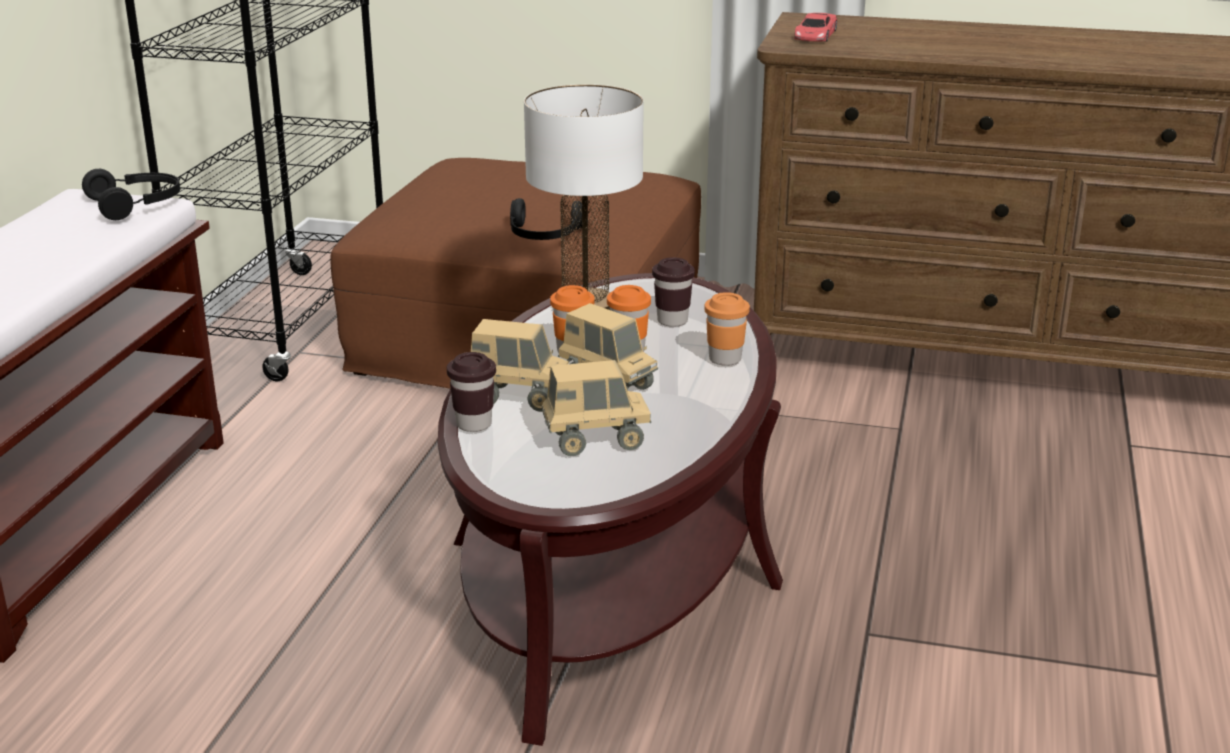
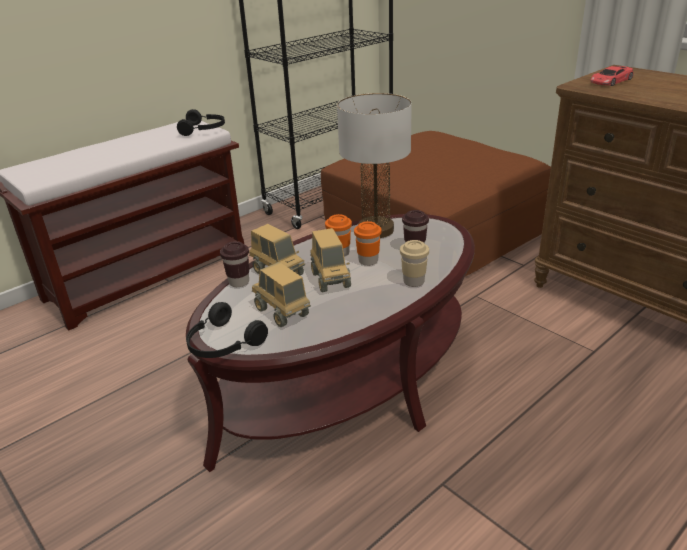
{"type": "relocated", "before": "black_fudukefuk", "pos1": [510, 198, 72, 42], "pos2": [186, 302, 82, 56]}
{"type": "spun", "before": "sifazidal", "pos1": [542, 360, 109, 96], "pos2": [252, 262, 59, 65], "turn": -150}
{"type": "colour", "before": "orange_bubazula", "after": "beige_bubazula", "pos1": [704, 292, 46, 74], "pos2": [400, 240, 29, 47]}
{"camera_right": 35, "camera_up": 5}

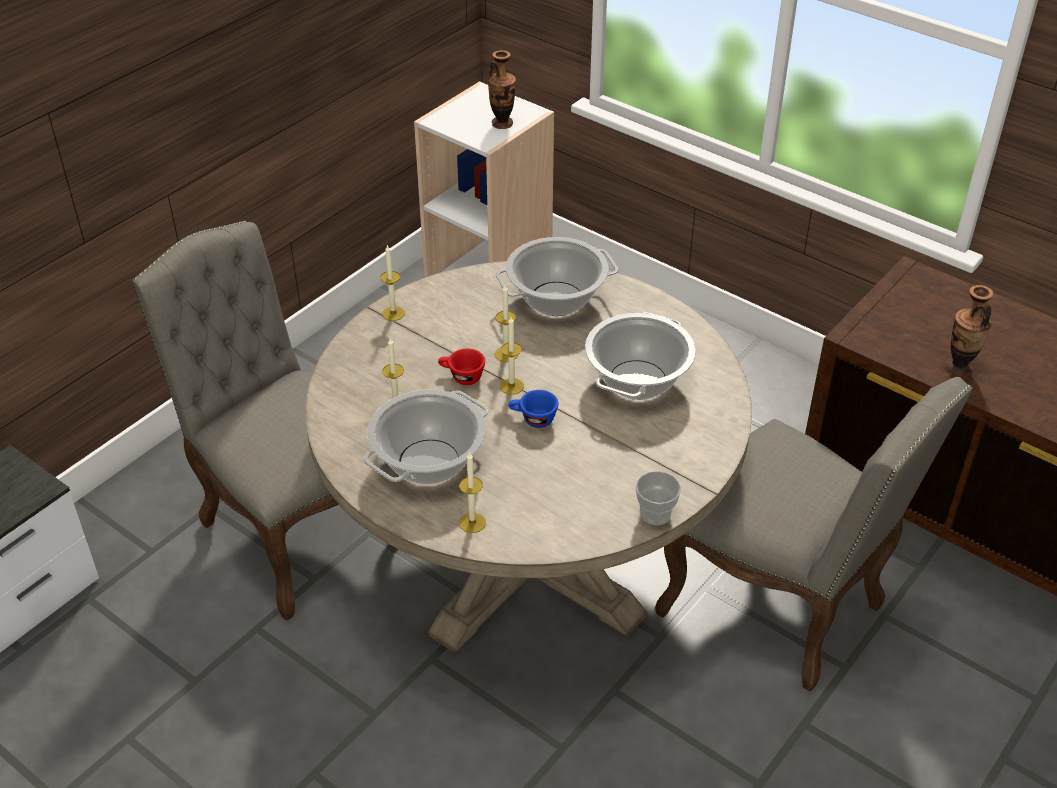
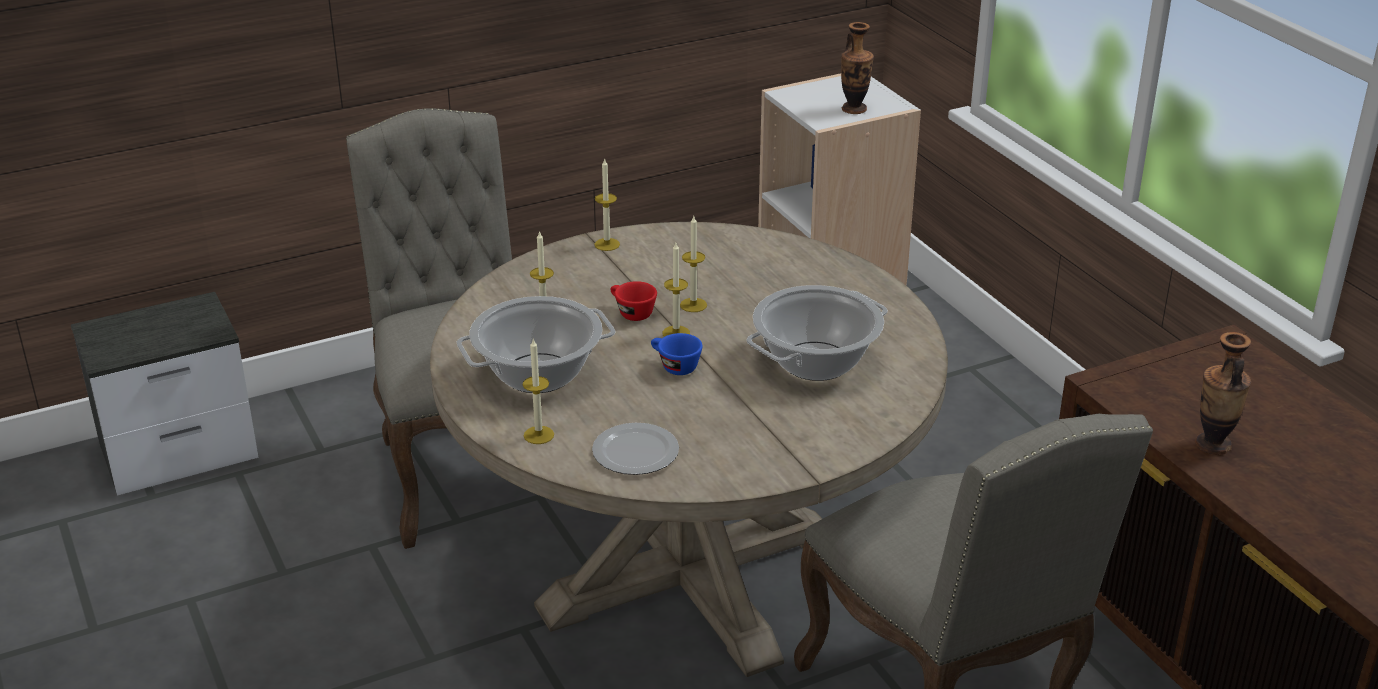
{"type": "appeared", "after": "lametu", "pos2": [592, 423, 87, 52]}
{"type": "missing", "before": "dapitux", "pos1": [496, 237, 122, 79]}
{"type": "missing", "before": "bubazula", "pos1": [636, 471, 45, 55]}
{"camera_right": 25, "camera_up": -10}

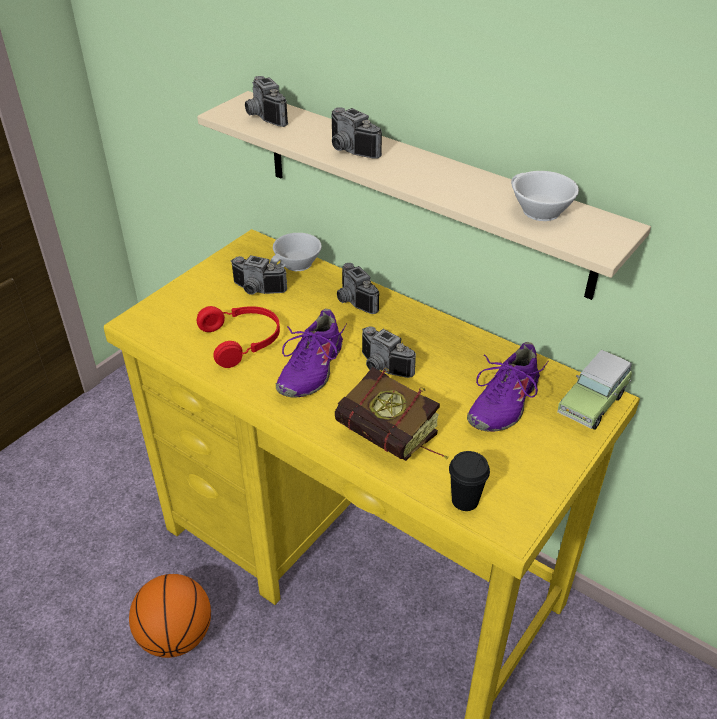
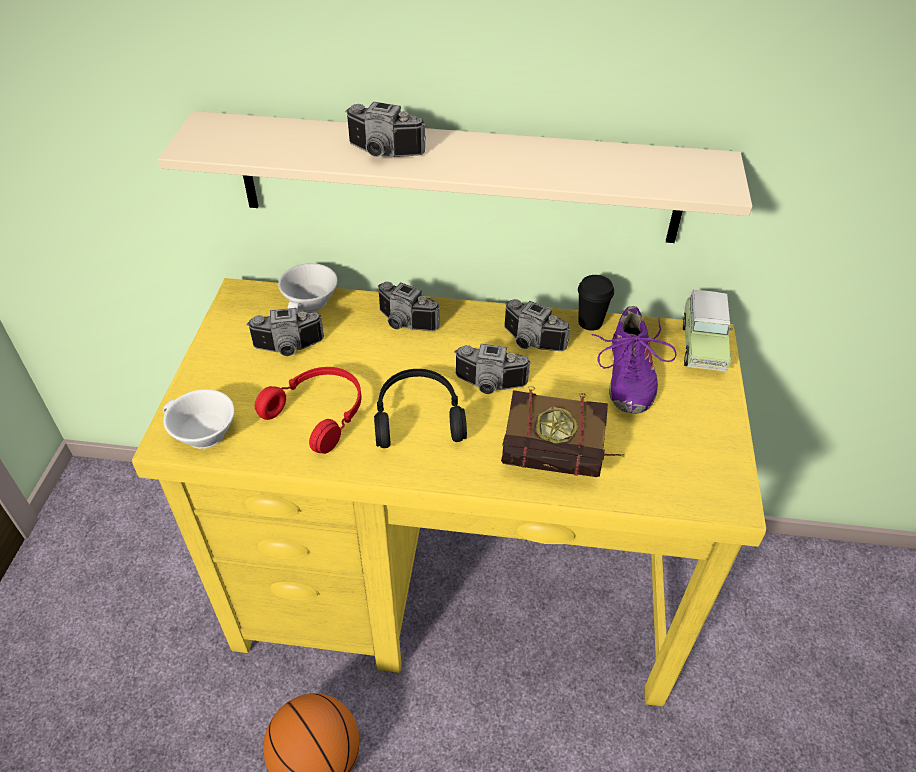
{"type": "relocated", "before": "white_bubazula", "pos1": [511, 171, 68, 50], "pos2": [163, 389, 72, 60]}
{"type": "exchanged", "before": "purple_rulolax", "after": "black_fudukefuk", "pos1": [276, 309, 71, 89], "pos2": [374, 369, 93, 79]}
{"type": "relocated", "before": "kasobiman", "pos1": [245, 76, 43, 51], "pos2": [504, 299, 67, 52]}
{"type": "relocated", "before": "black_bubazula", "pos1": [449, 451, 41, 60], "pos2": [578, 275, 36, 56]}
{"camera_right": -30, "camera_up": 5}

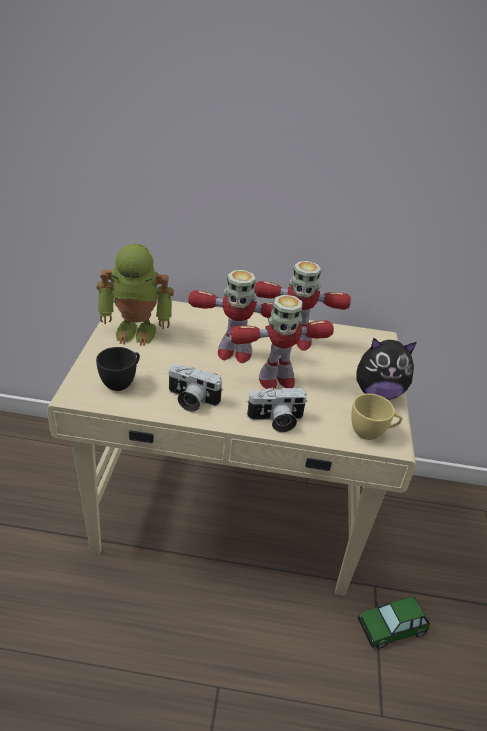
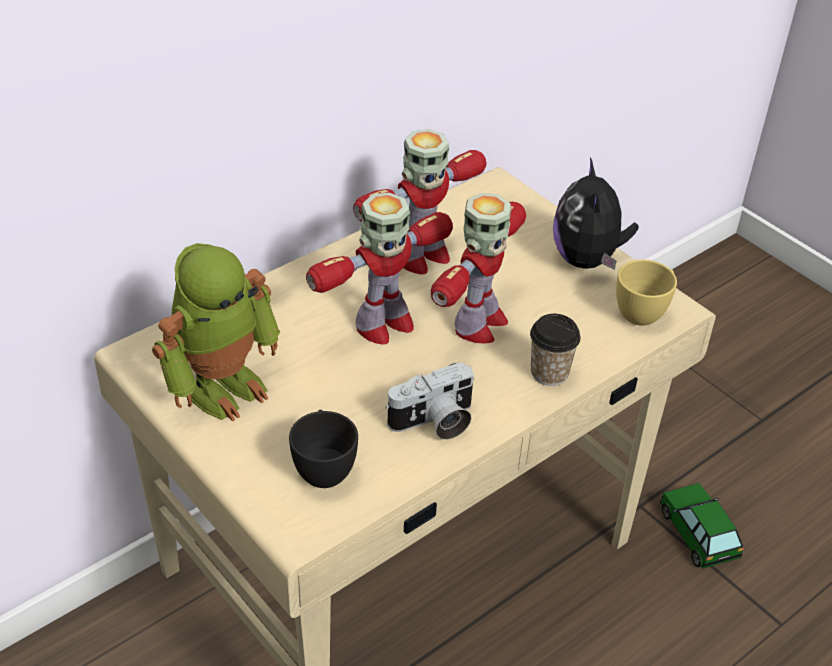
{"type": "exchanged", "before": "kasobiman", "after": "bubazula", "pos1": [246, 388, 62, 44], "pos2": [530, 314, 51, 72]}
{"type": "spun", "before": "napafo", "pos1": [356, 338, 61, 62], "pos2": [553, 158, 86, 112], "turn": 135}
{"type": "spun", "before": "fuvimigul", "pos1": [358, 597, 73, 52], "pos2": [660, 483, 84, 86], "turn": 135}
{"camera_right": -45, "camera_up": 5}

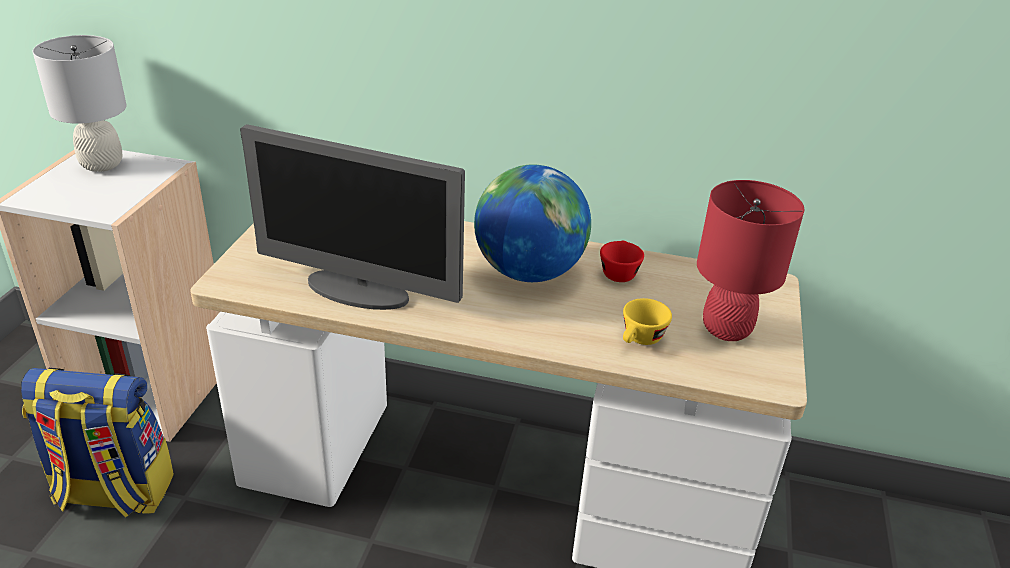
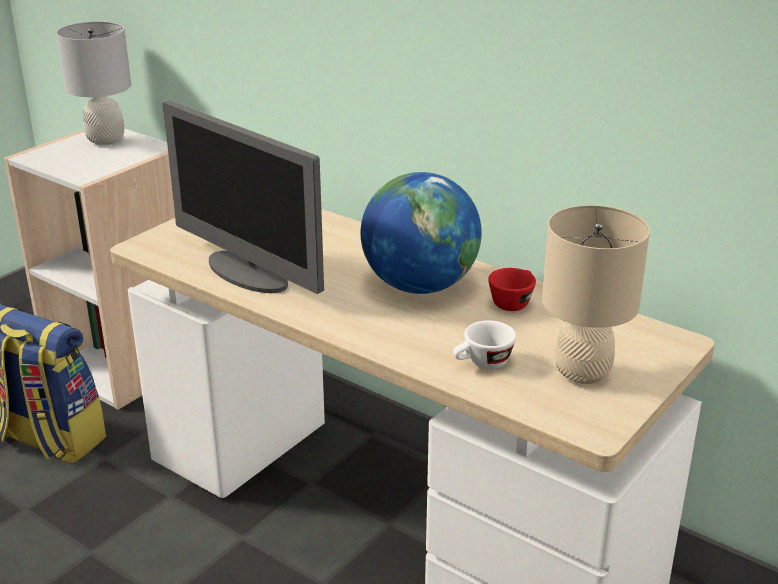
{"type": "colour", "before": "yellow_bubazula", "after": "white_bubazula", "pos1": [623, 298, 49, 47], "pos2": [453, 320, 63, 49]}
{"type": "colour", "before": "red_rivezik", "after": "beige_rivezik", "pos1": [697, 180, 107, 161], "pos2": [542, 205, 108, 179]}
{"camera_right": 25, "camera_up": -5}

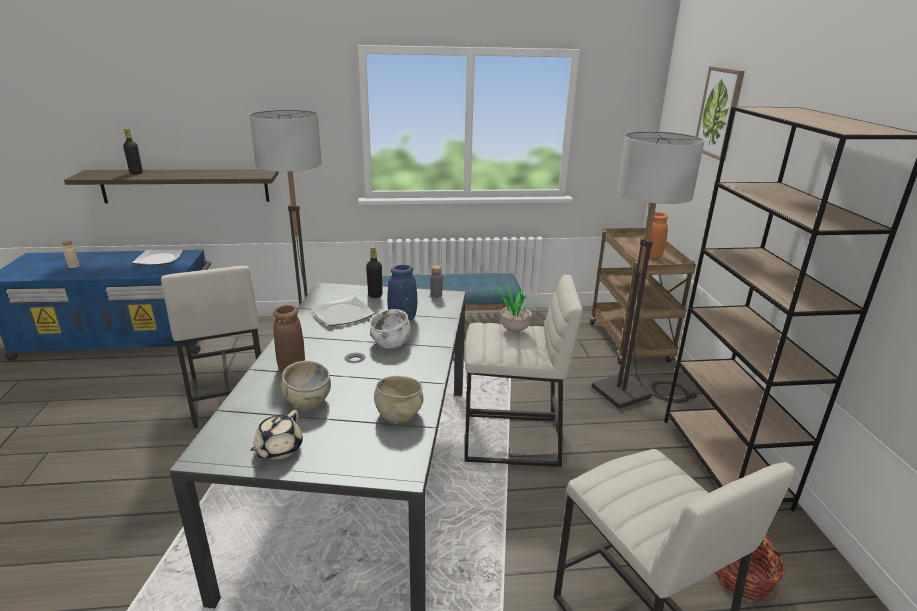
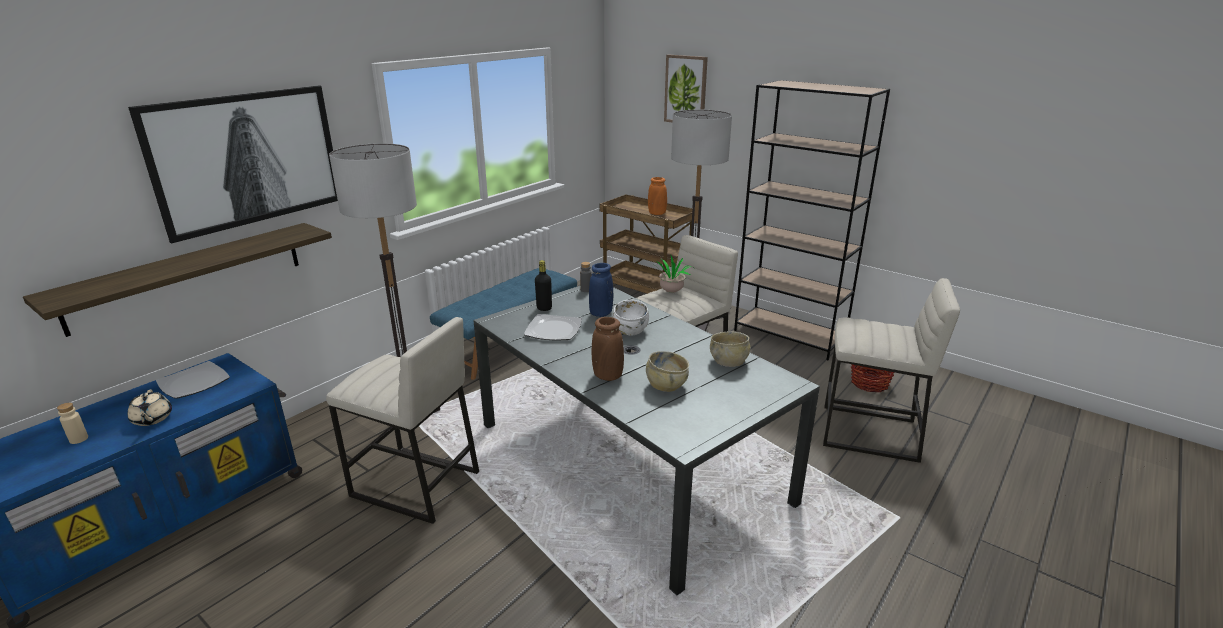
{"type": "appeared", "after": "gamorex", "pos2": [128, 85, 210, 158]}
{"type": "relocated", "before": "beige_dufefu", "pos1": [251, 410, 52, 49], "pos2": [128, 390, 44, 36]}
{"type": "missing", "before": "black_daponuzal", "pos1": [123, 128, 20, 46]}
{"camera_right": -45, "camera_up": 0}

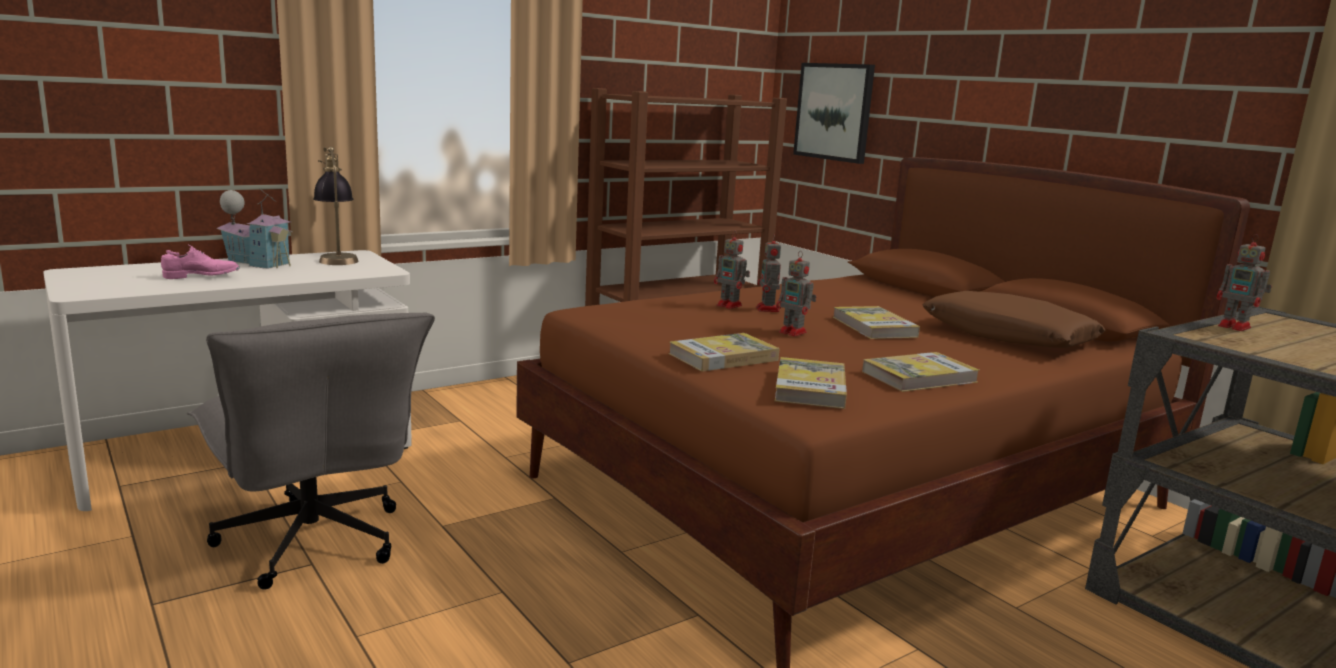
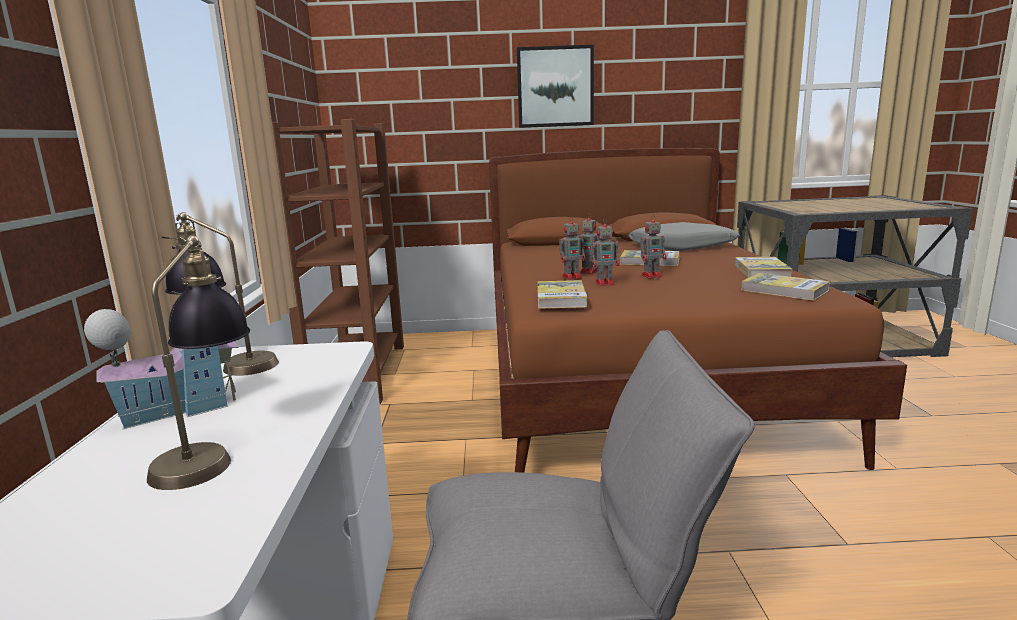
{"type": "exchanged", "before": "pink_rulolax", "after": "rivezik", "pos1": [161, 245, 79, 34], "pos2": [147, 235, 103, 255]}
{"type": "relocated", "before": "gamorex", "pos1": [793, 63, 82, 101], "pos2": [517, 45, 77, 83]}
{"type": "relocated", "before": "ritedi", "pos1": [669, 333, 111, 39], "pos2": [537, 280, 51, 29]}
{"type": "relocated", "before": "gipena", "pos1": [1217, 234, 55, 97], "pos2": [592, 218, 27, 68]}
{"type": "colour", "before": "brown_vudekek", "after": "grey_vudekek", "pos1": [922, 291, 184, 57], "pos2": [628, 222, 112, 29]}
{"camera_right": -55, "camera_up": 0}

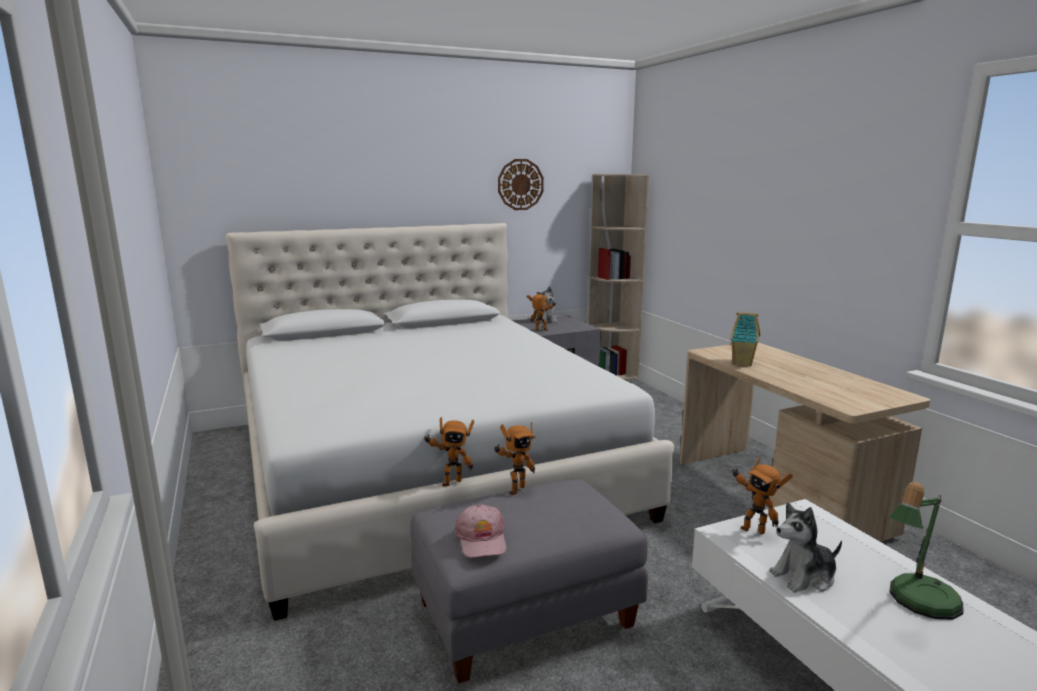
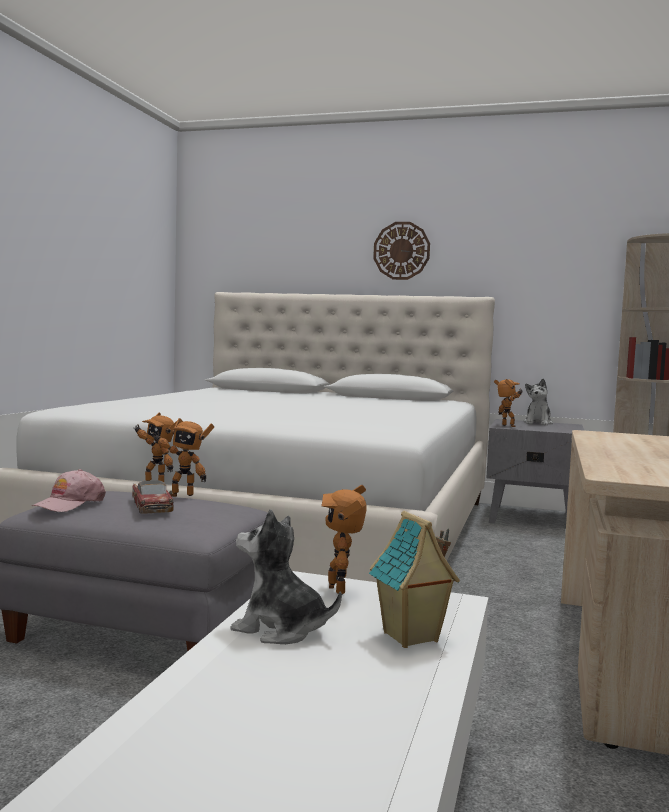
{"type": "appeared", "after": "fuvimigul", "pos2": [132, 480, 42, 34]}
{"type": "relocated", "before": "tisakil", "pos1": [730, 312, 30, 54], "pos2": [369, 511, 91, 137]}
{"type": "relocated", "before": "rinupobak", "pos1": [498, 159, 46, 51], "pos2": [373, 222, 57, 58]}
{"type": "missing", "before": "rivezik", "pos1": [889, 482, 75, 138]}
{"camera_right": 40, "camera_up": -10}

